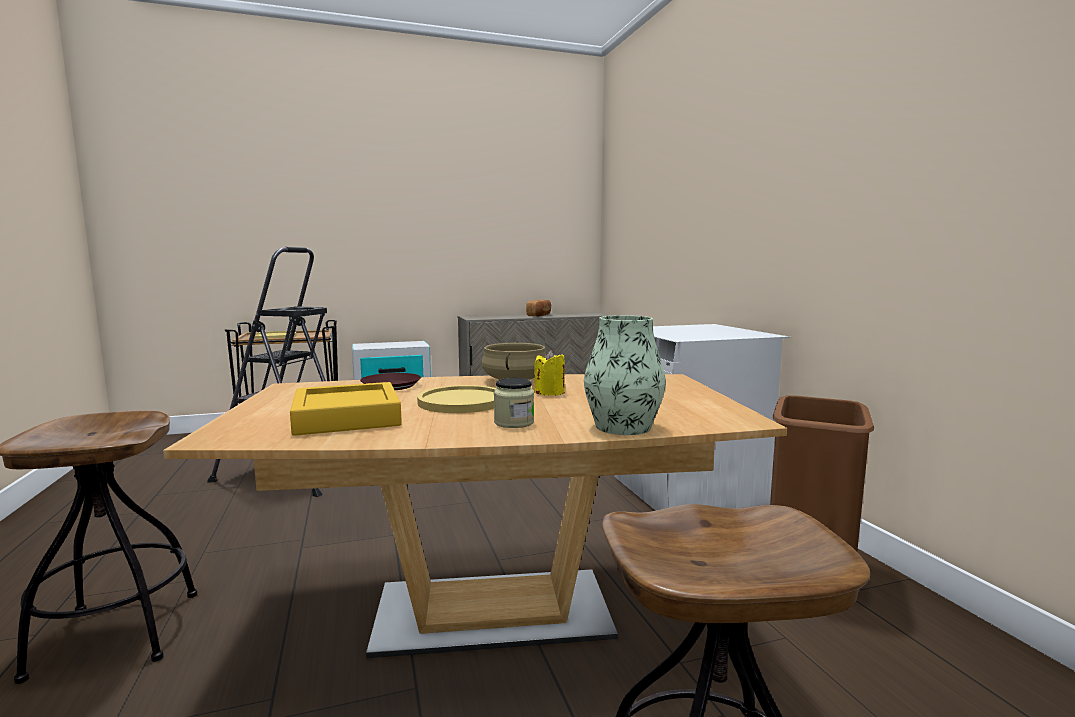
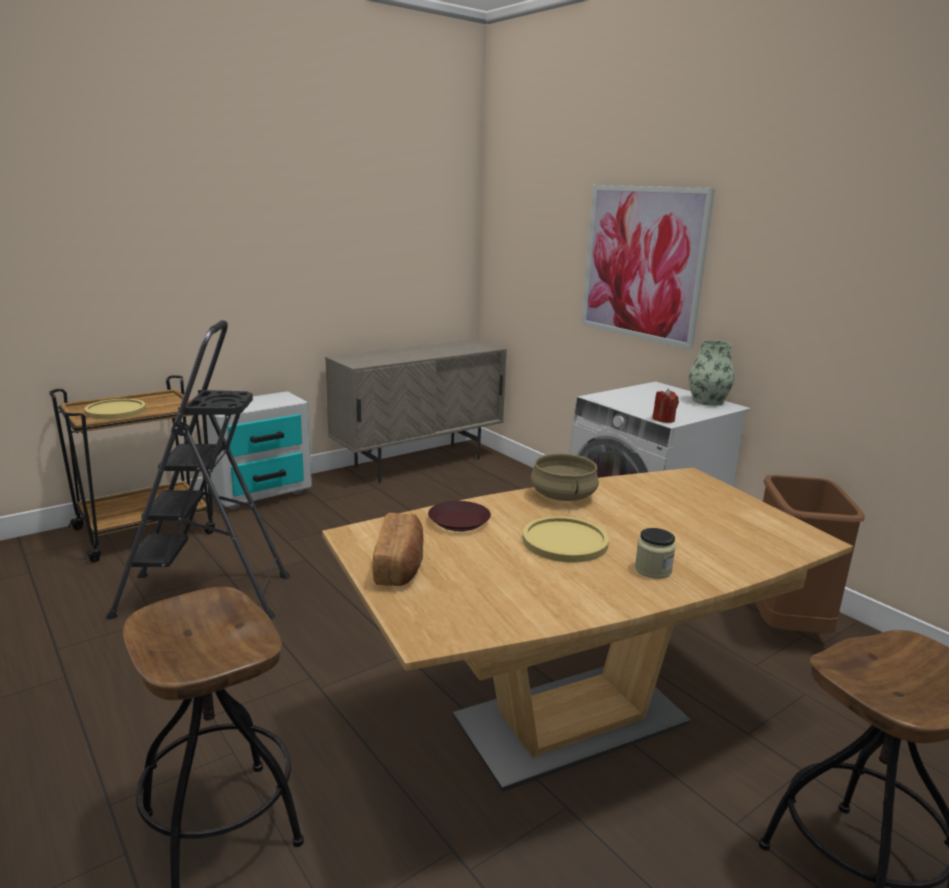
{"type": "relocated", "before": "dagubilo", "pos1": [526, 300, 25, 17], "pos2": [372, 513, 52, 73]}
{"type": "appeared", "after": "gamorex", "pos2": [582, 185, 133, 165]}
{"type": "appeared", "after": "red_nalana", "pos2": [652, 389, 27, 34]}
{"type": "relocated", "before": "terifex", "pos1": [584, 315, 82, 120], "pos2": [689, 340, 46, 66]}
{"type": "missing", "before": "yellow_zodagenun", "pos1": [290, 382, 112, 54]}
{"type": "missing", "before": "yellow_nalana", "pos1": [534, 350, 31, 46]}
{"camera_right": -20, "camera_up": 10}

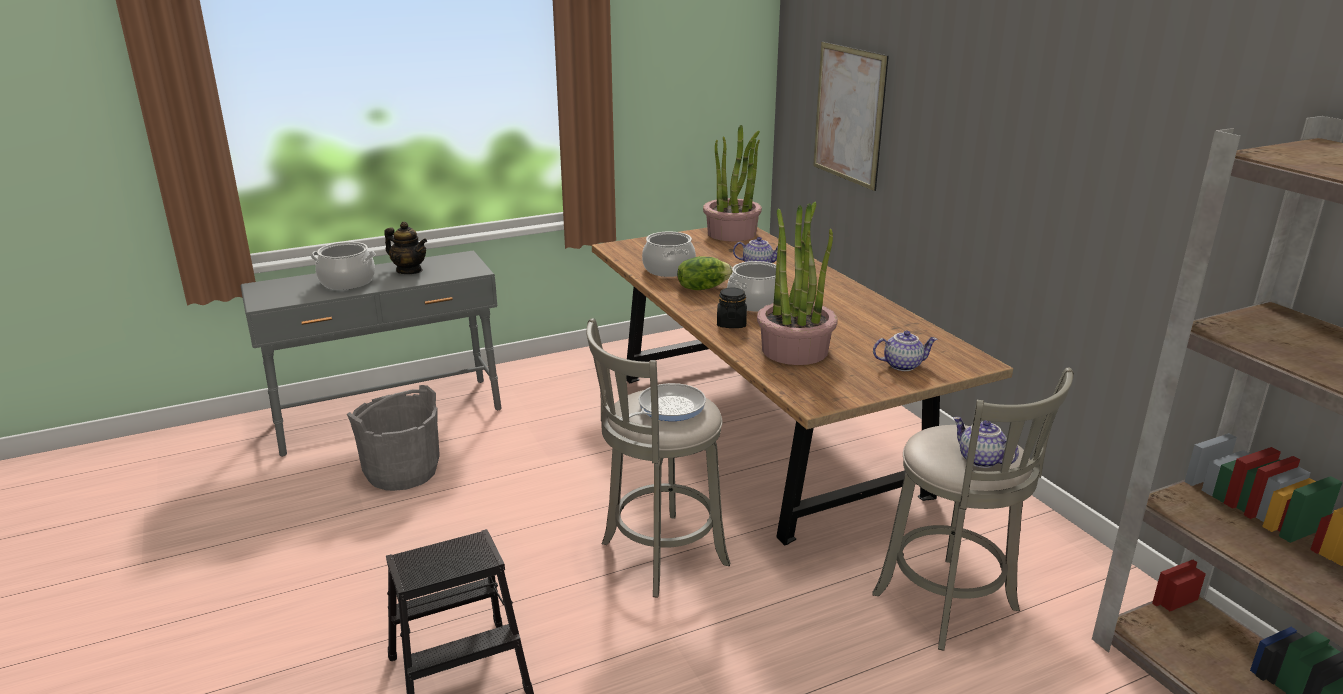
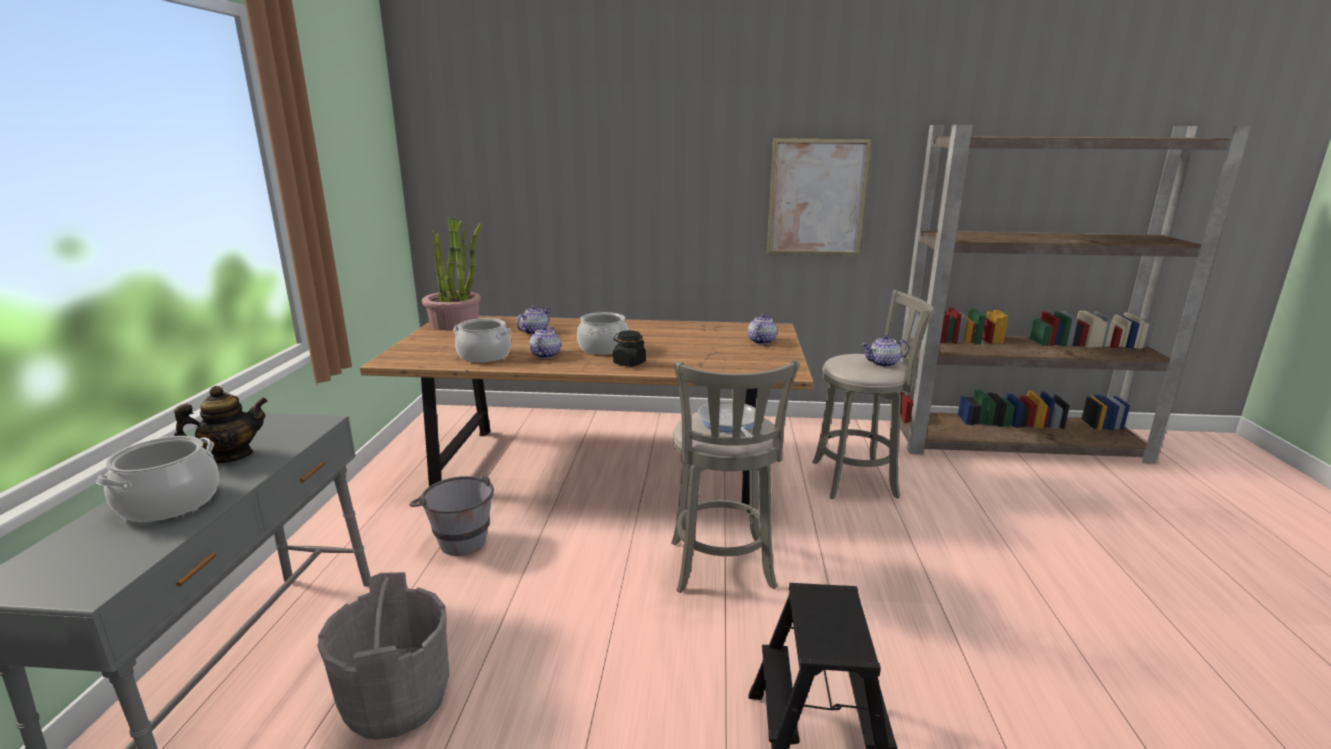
{"type": "appeared", "after": "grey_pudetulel", "pos2": [409, 474, 85, 82]}
{"type": "exchanged", "before": "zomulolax", "after": "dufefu", "pos1": [677, 256, 56, 34], "pos2": [529, 326, 32, 33]}
{"type": "relocated", "before": "gamorex", "pos1": [813, 42, 76, 149], "pos2": [766, 138, 106, 118]}
{"type": "missing", "before": "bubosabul", "pos1": [757, 202, 81, 163]}
{"camera_right": -60, "camera_up": -5}

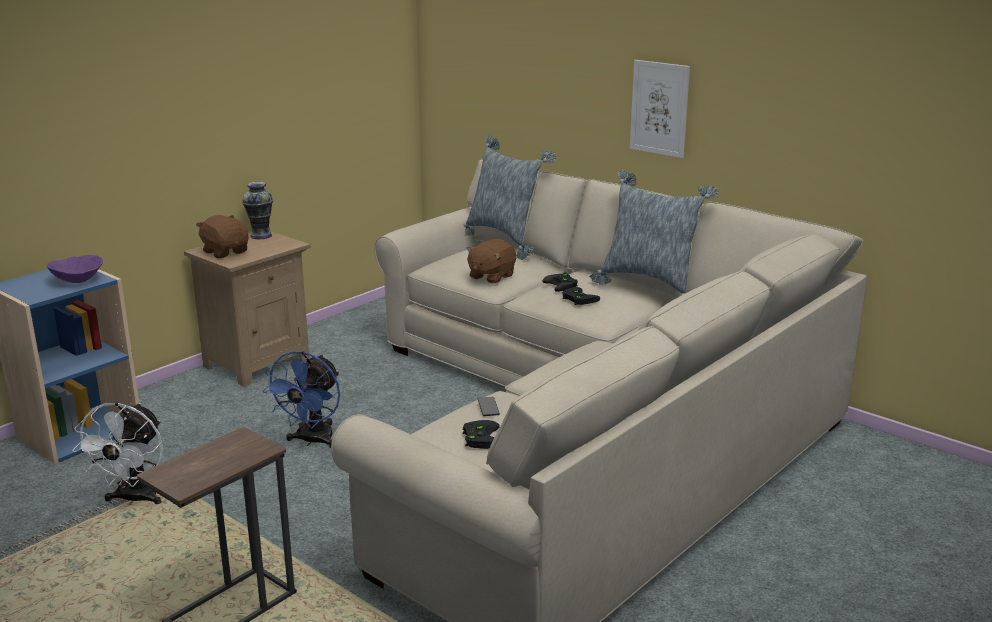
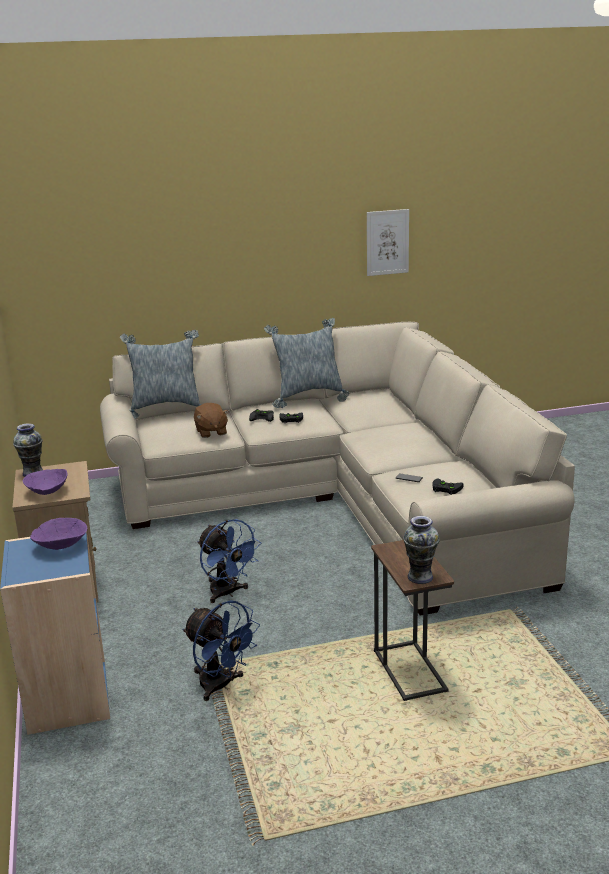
{"type": "exchanged", "before": "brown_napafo", "after": "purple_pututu", "pos1": [196, 215, 52, 43], "pos2": [23, 469, 45, 26]}
{"type": "colour", "before": "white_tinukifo", "after": "blue_tinukifo", "pos1": [72, 402, 91, 102], "pos2": [183, 600, 77, 101]}
{"type": "relocated", "before": "gamorex", "pos1": [630, 60, 60, 98], "pos2": [367, 209, 42, 67]}
{"type": "appeared", "after": "terifex", "pos2": [403, 516, 37, 68]}
{"camera_right": -55, "camera_up": 0}

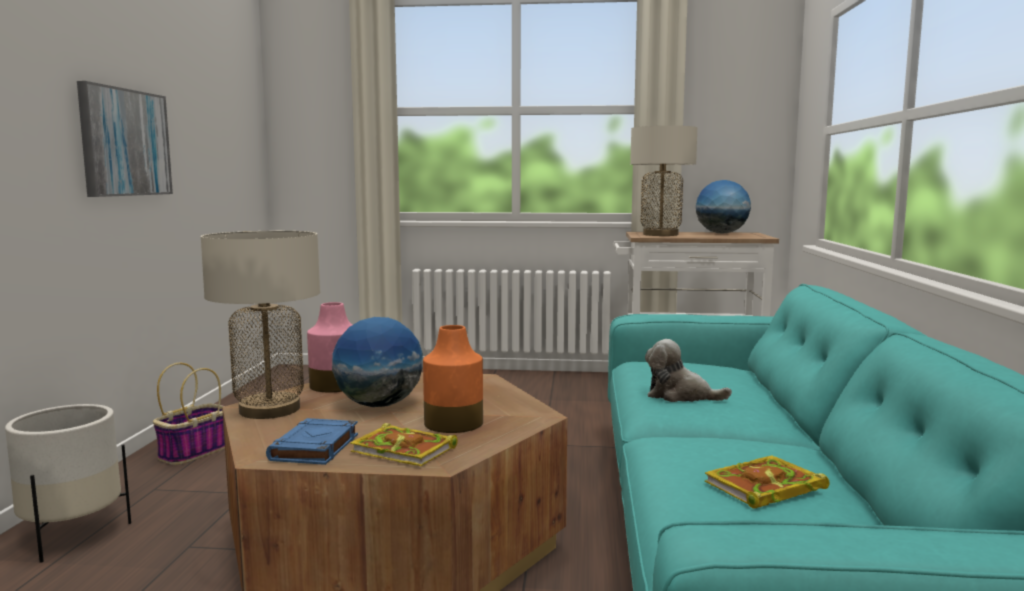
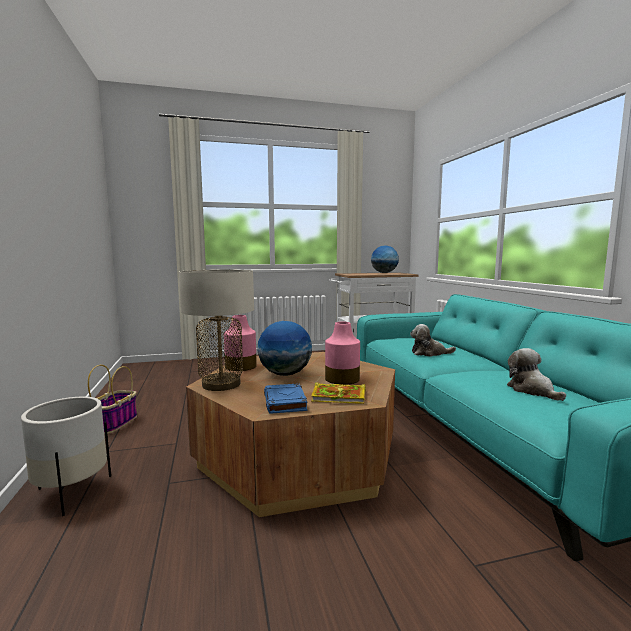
{"type": "colour", "before": "orange_terifex", "after": "pink_terifex", "pos1": [423, 325, 60, 108], "pos2": [325, 322, 35, 63]}
{"type": "exchanged", "before": "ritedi", "after": "napafo", "pos1": [705, 455, 125, 54], "pos2": [507, 348, 59, 53]}
{"type": "missing", "before": "gamorex", "pos1": [77, 81, 96, 116]}
{"type": "missing", "before": "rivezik", "pos1": [630, 126, 68, 110]}
{"camera_right": -20, "camera_up": 0}

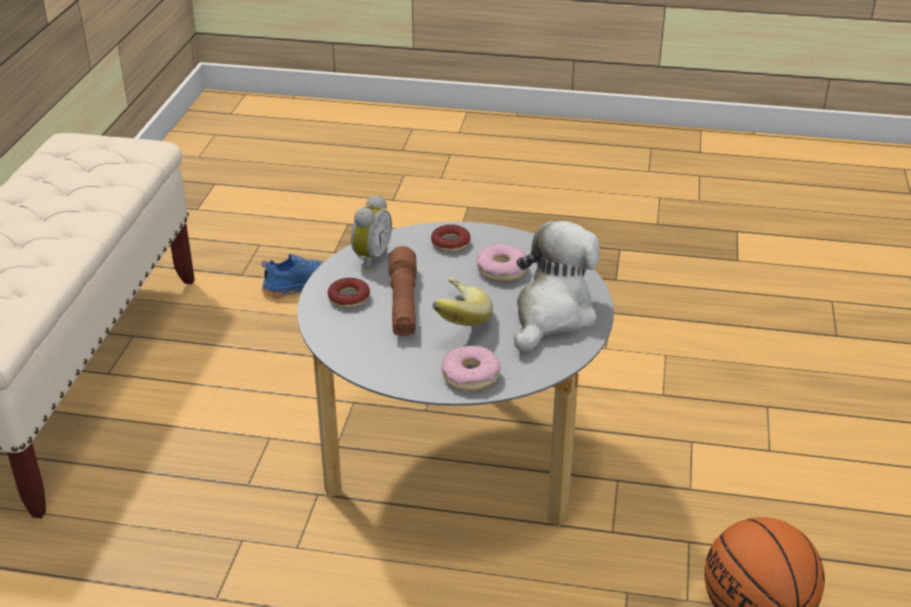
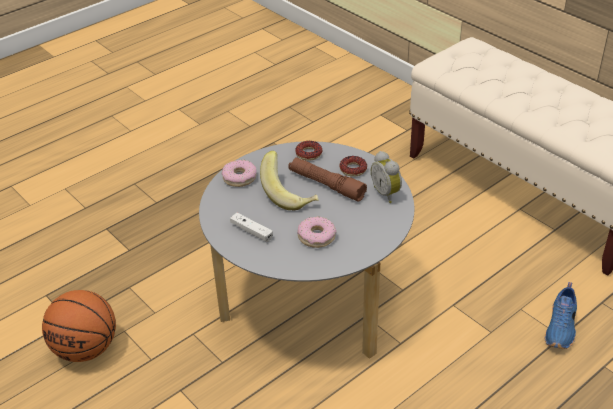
{"type": "exchanged", "before": "napafo", "after": "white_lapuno", "pos1": [514, 221, 86, 131], "pos2": [230, 213, 43, 29]}
{"type": "relocated", "before": "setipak", "pos1": [431, 225, 39, 27], "pos2": [295, 141, 27, 20]}
{"camera_right": 130, "camera_up": 5}

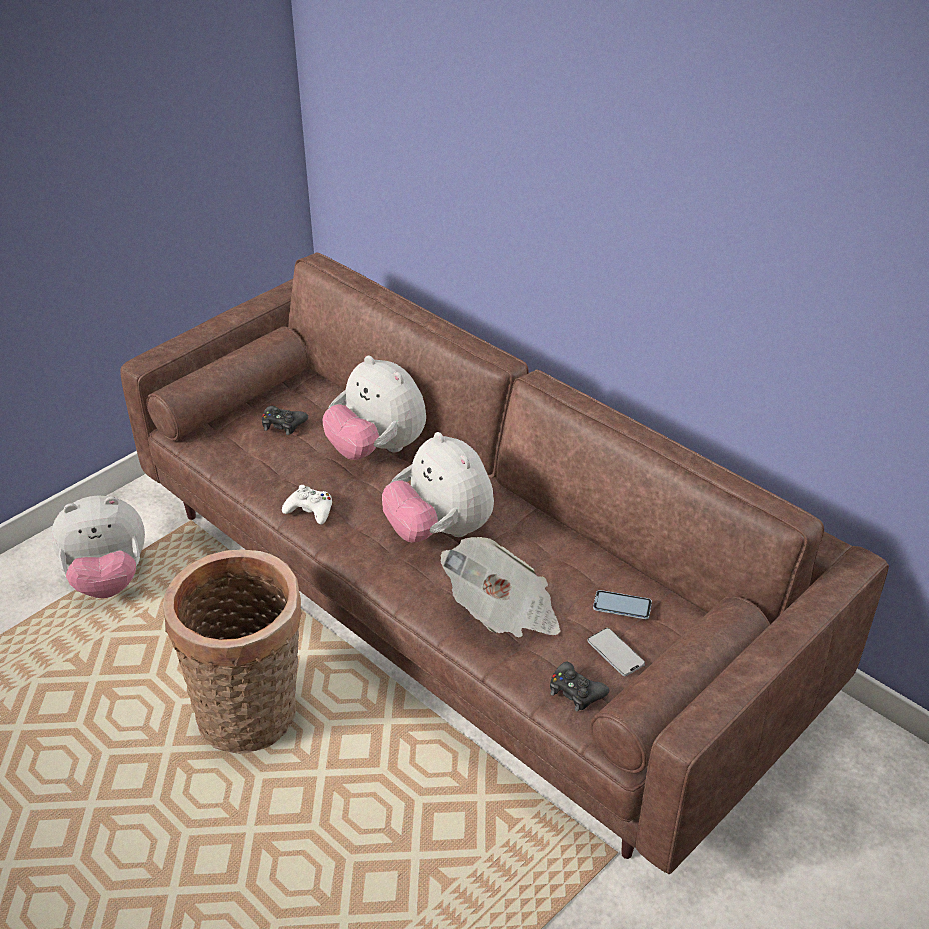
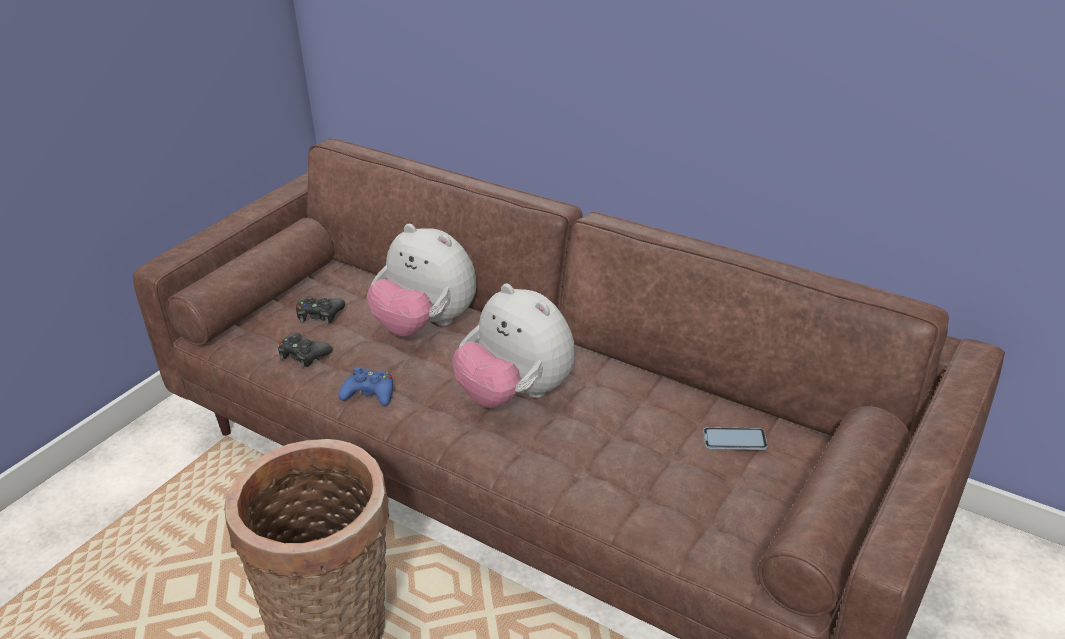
{"type": "relocated", "before": "black_lapuno", "pos1": [550, 662, 59, 49], "pos2": [278, 333, 55, 35]}
{"type": "colour", "before": "white_lapuno", "after": "blue_lapuno", "pos1": [282, 485, 50, 39], "pos2": [339, 367, 54, 39]}
{"type": "missing", "before": "napafo", "pos1": [51, 496, 94, 102]}
{"type": "missing", "before": "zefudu", "pos1": [441, 537, 120, 101]}
{"type": "missing", "before": "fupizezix", "pos1": [588, 628, 57, 48]}
{"camera_right": -10, "camera_up": -5}

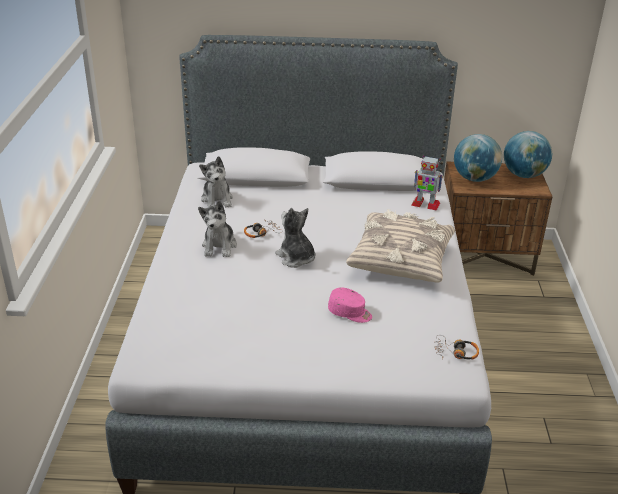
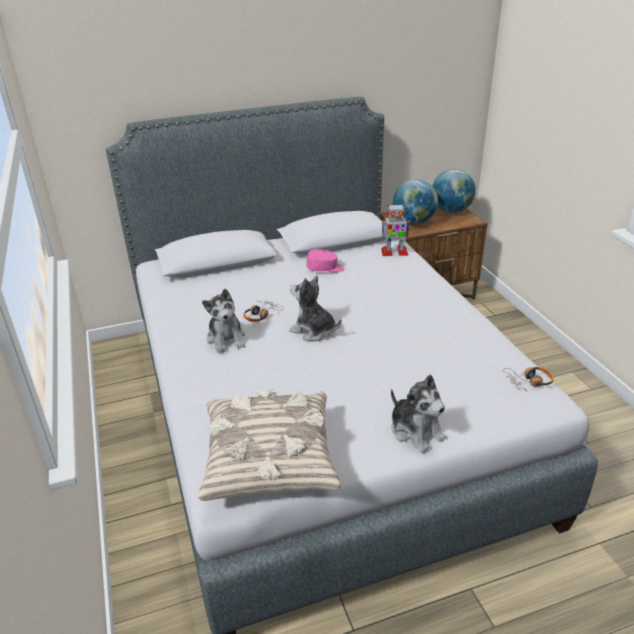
{"type": "relocated", "before": "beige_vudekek", "pos1": [346, 209, 109, 74], "pos2": [198, 389, 143, 112]}
{"type": "relocated", "before": "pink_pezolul", "pos1": [328, 287, 44, 36], "pos2": [307, 249, 38, 24]}
{"type": "relocated", "before": "napafo", "pos1": [199, 156, 34, 51], "pos2": [391, 375, 56, 78]}
{"camera_right": -20, "camera_up": 0}

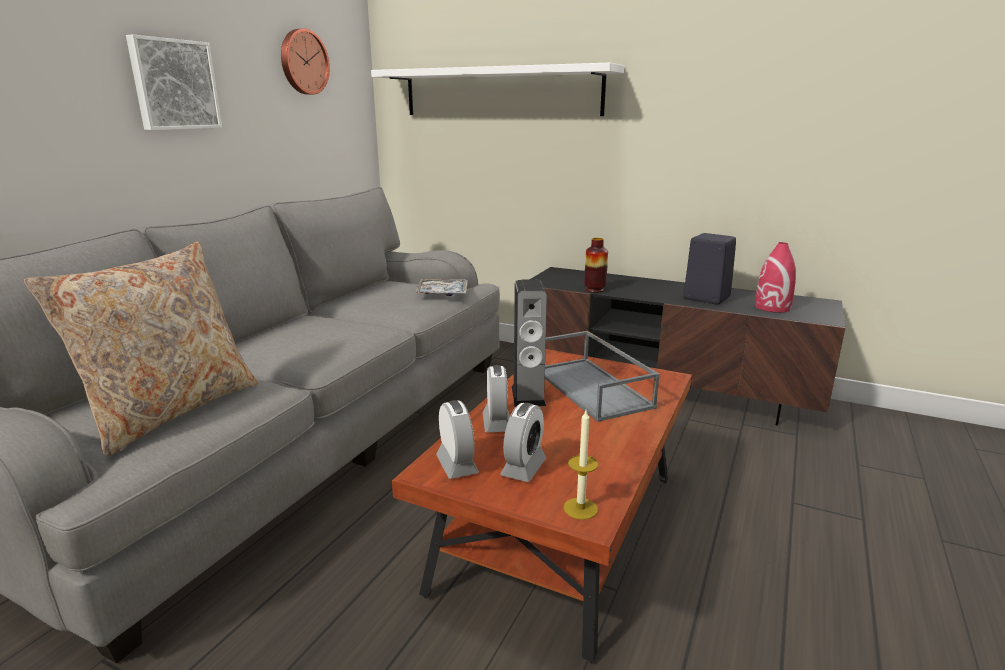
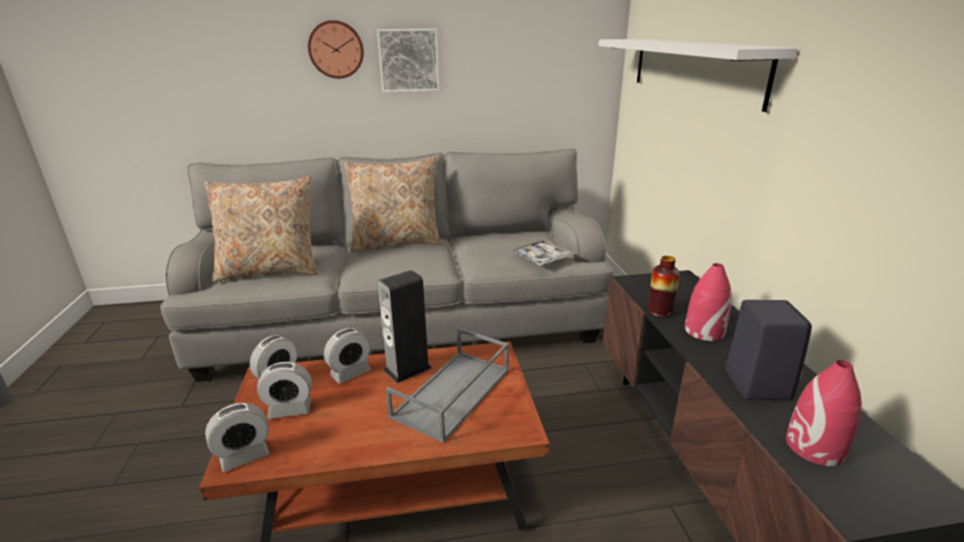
{"type": "exchanged", "before": "nalana", "after": "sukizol", "pos1": [563, 410, 35, 110], "pos2": [205, 403, 65, 69]}
{"type": "relocated", "before": "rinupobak", "pos1": [281, 28, 49, 67], "pos2": [308, 20, 56, 59]}
{"type": "appeared", "after": "beige_vudekek", "pos2": [344, 157, 98, 95]}
{"type": "appeared", "after": "red_terifex", "pos2": [685, 263, 47, 78]}
{"camera_right": 55, "camera_up": 5}

